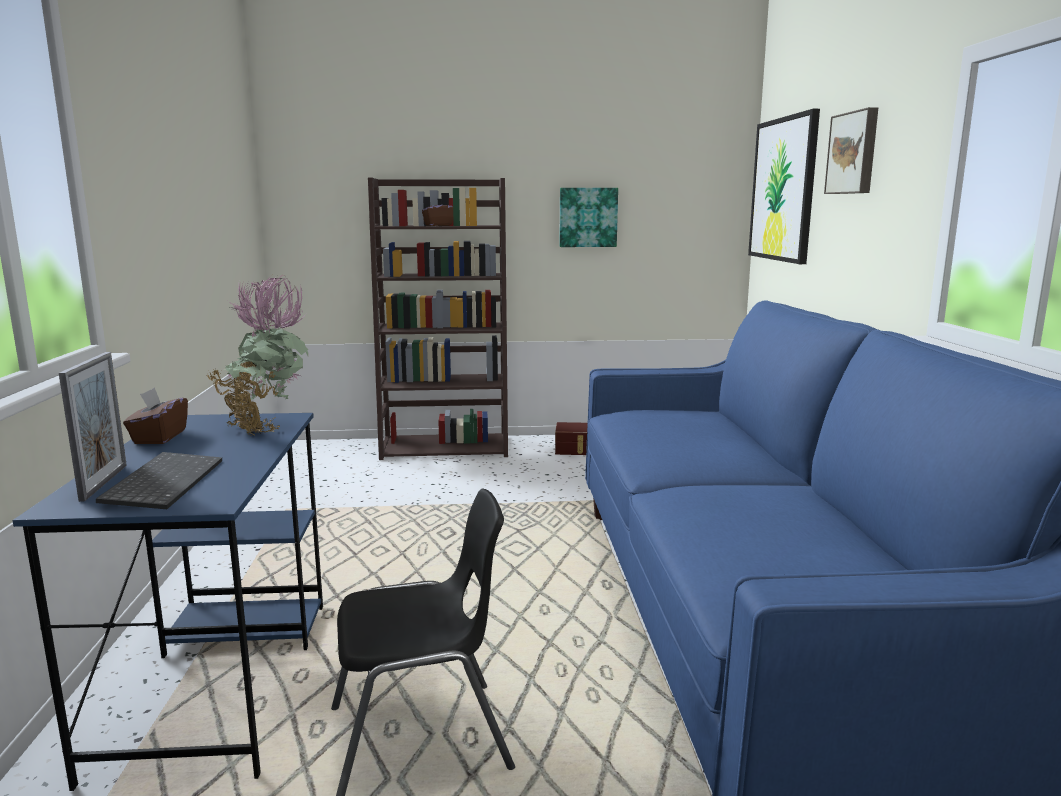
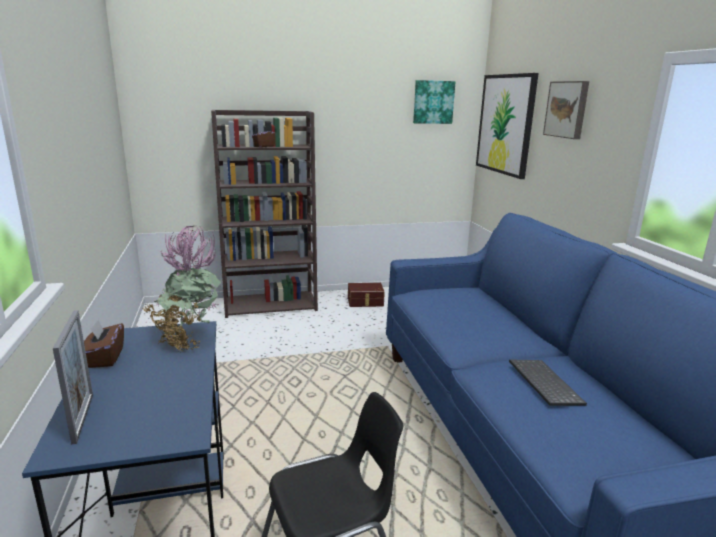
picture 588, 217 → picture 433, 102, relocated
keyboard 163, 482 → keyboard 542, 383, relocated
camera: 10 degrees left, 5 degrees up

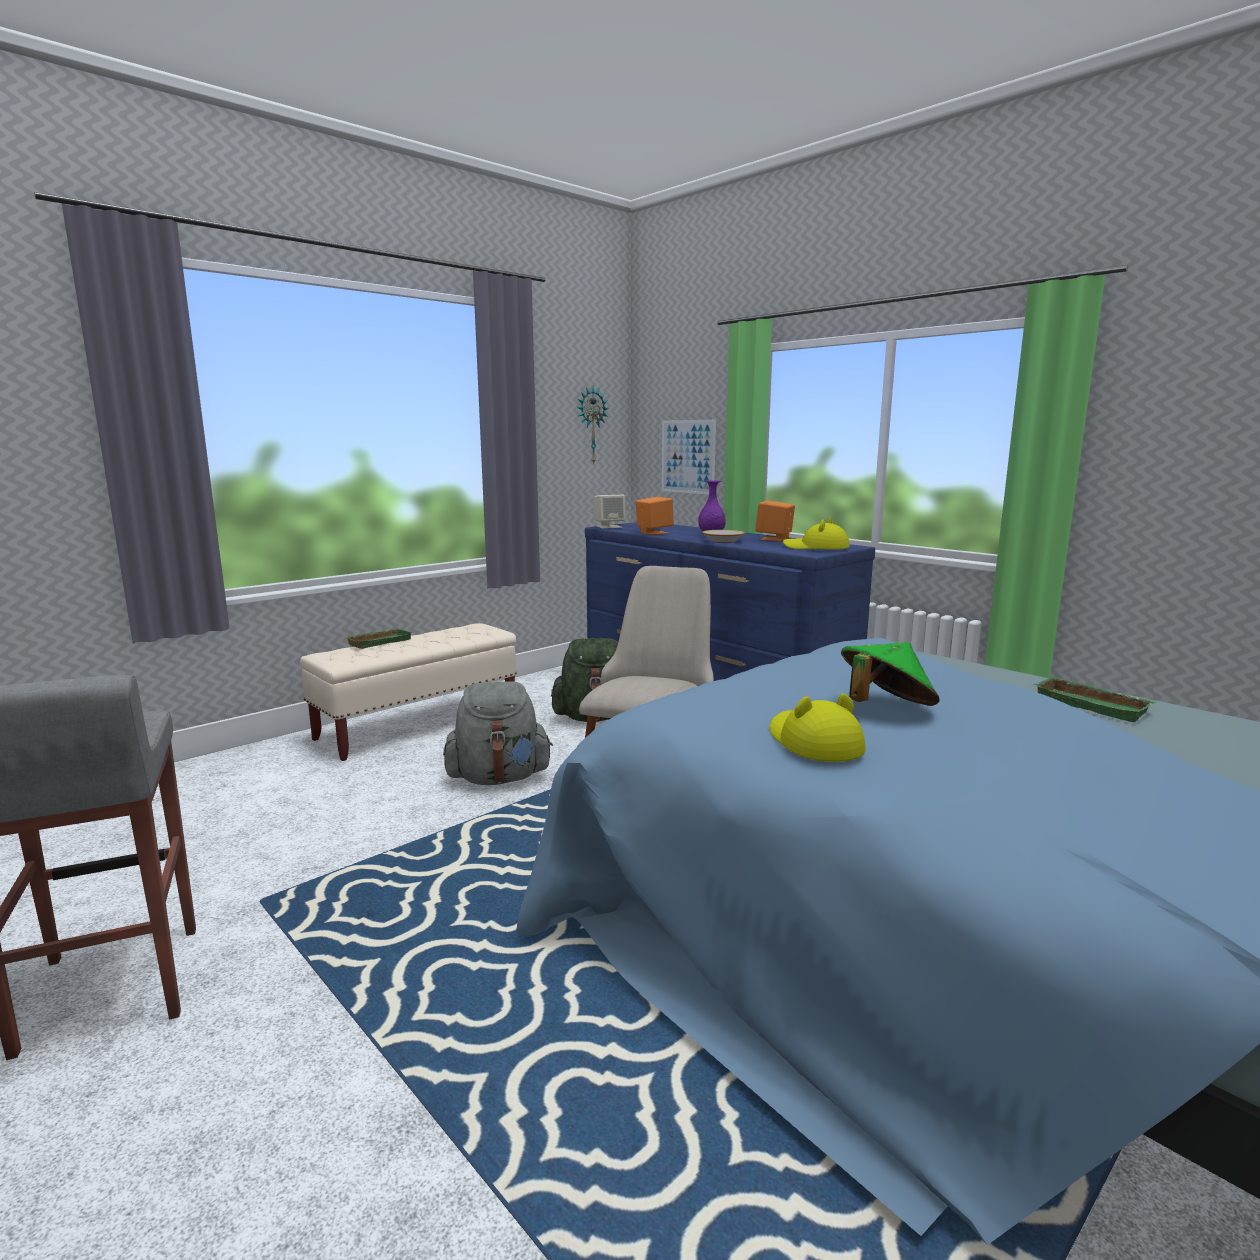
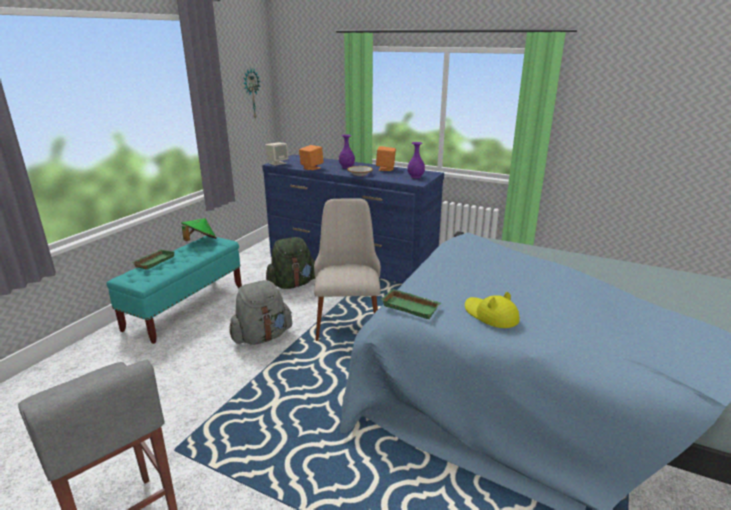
picture 688, 456 → -
hat (yellow) 816, 548 → vase (purple) 415, 177
bench (beige) 419, 725 → bench (turquoise) 186, 308
hat (green) 885, 708 → hat (green) 200, 241, relocated
tray (green) 1094, 705 → tray (green) 412, 307, relocated
camera: 20 degrees left, 10 degrees up

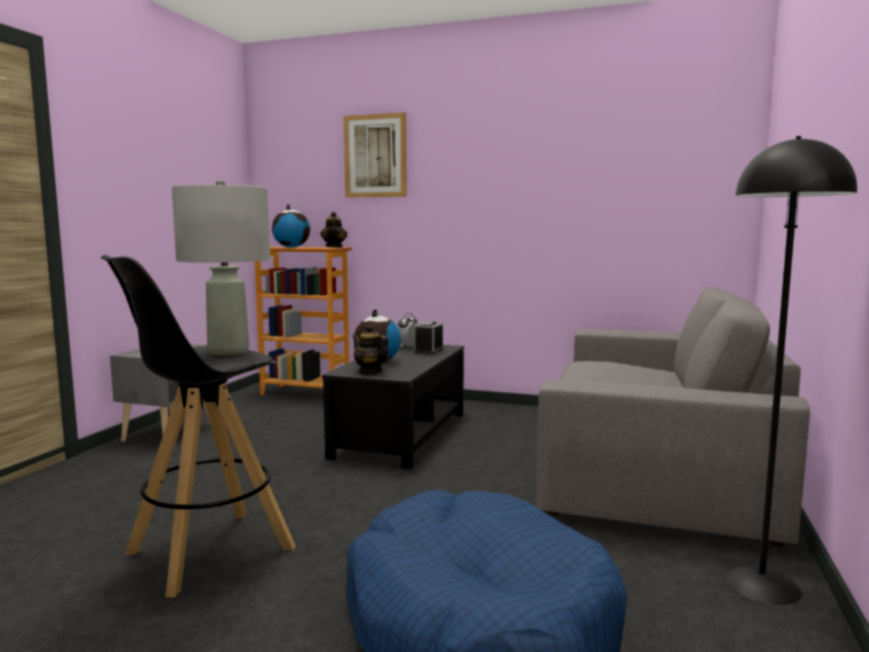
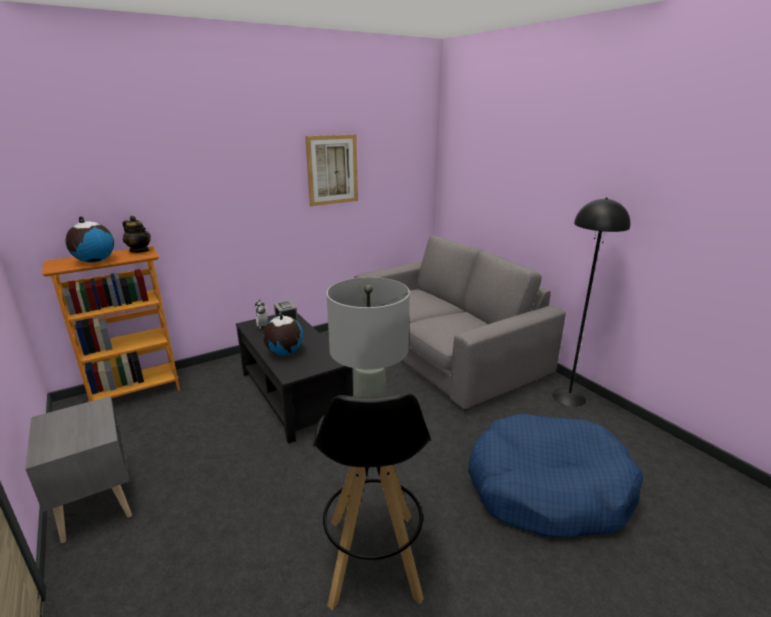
picture 375, 156 → picture 332, 170, relocated
teapot 370, 372 → -
camera: 50 degrees left, 15 degrees up

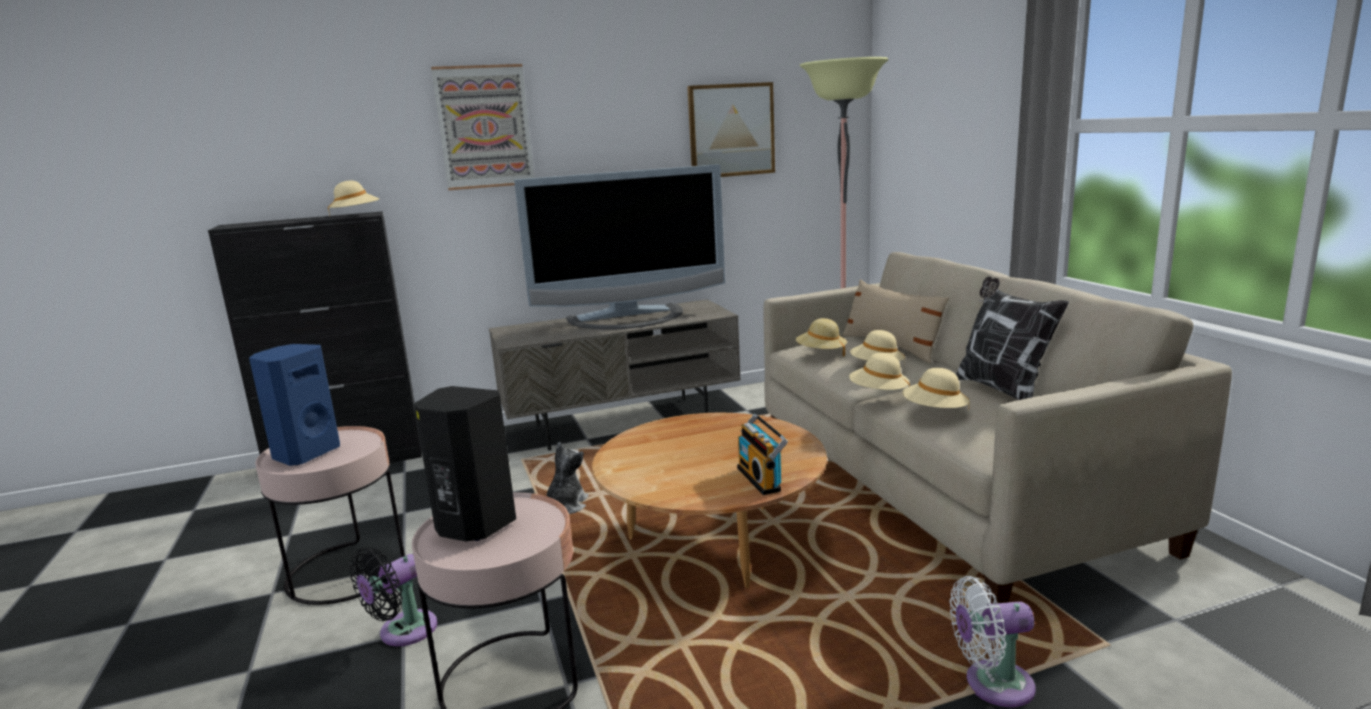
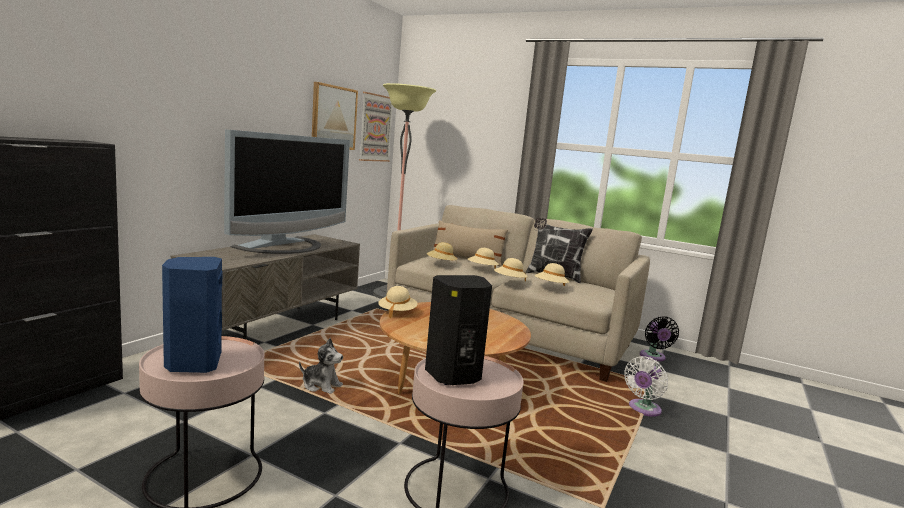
picture 484, 127 → picture 375, 128, relocated
hat (beige) 356, 215 → hat (beige) 397, 312, relocated
radio 761, 479 → -
plush toy 566, 506 → plush toy 321, 386, 135 degrees clockwise
fan (black) 402, 632 → fan (black) 653, 357, relocated
camera: 45 degrees left, 5 degrees down

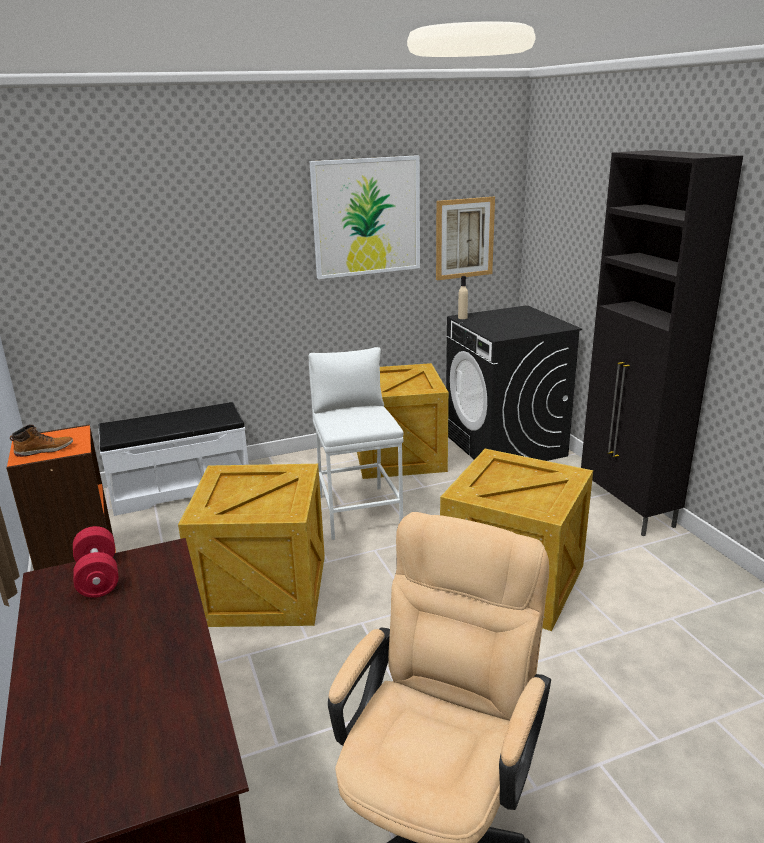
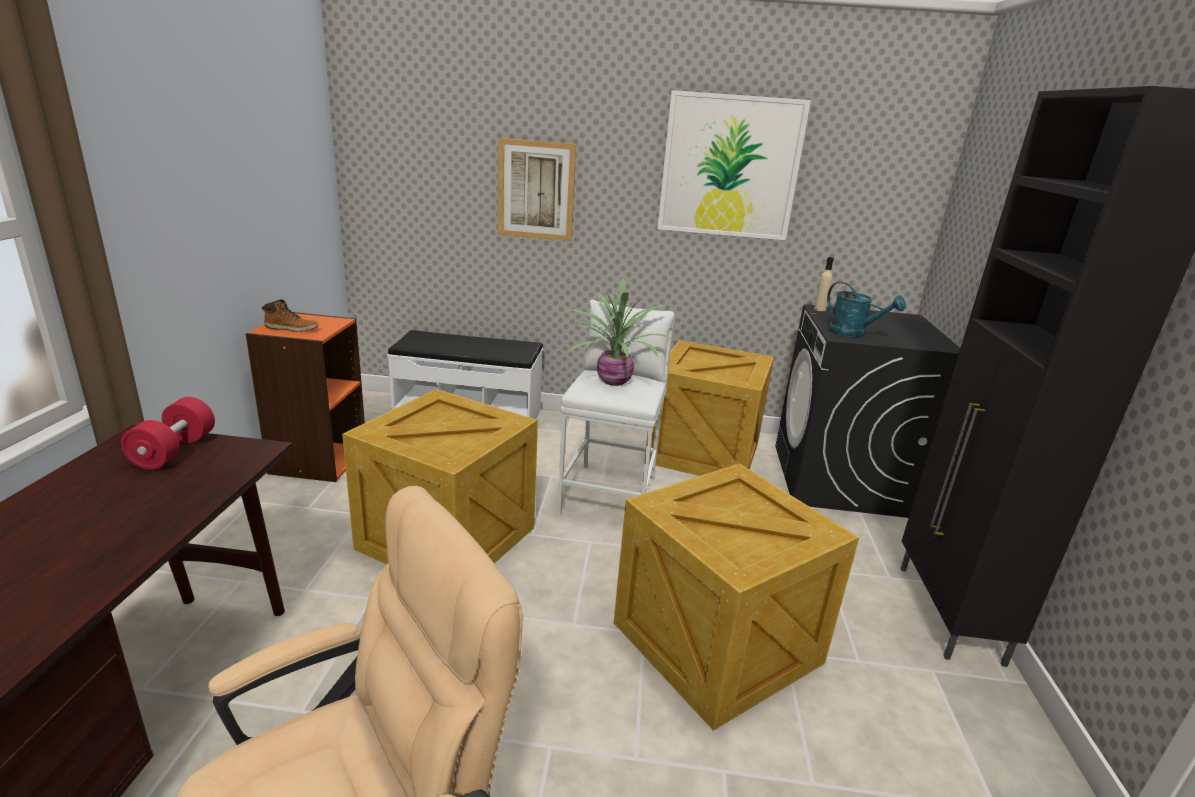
picture 464, 238 → picture 536, 190, relocated
- → potted plant 612, 381
- → watering can (turquoise) 853, 333
camera: 25 degrees right, 0 degrees up

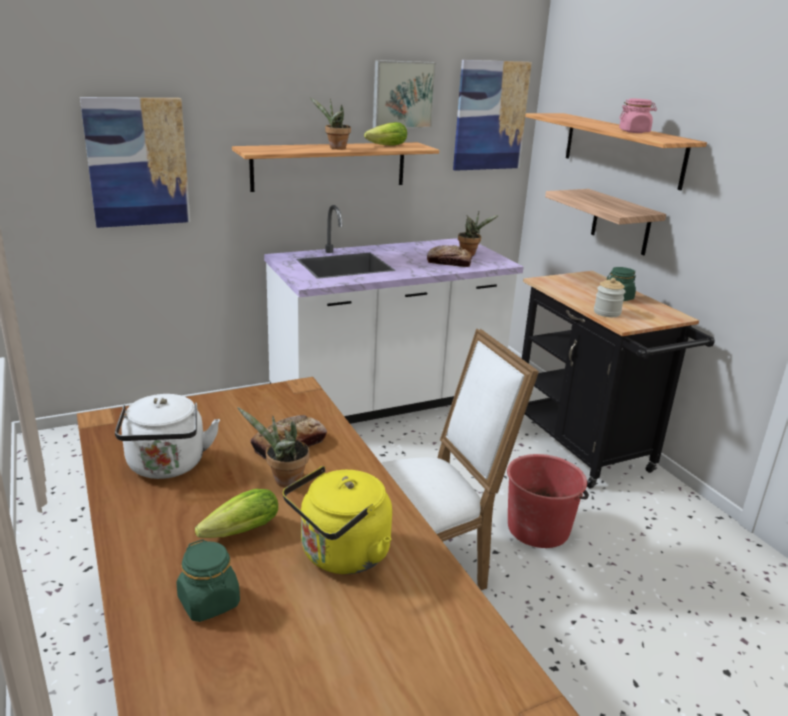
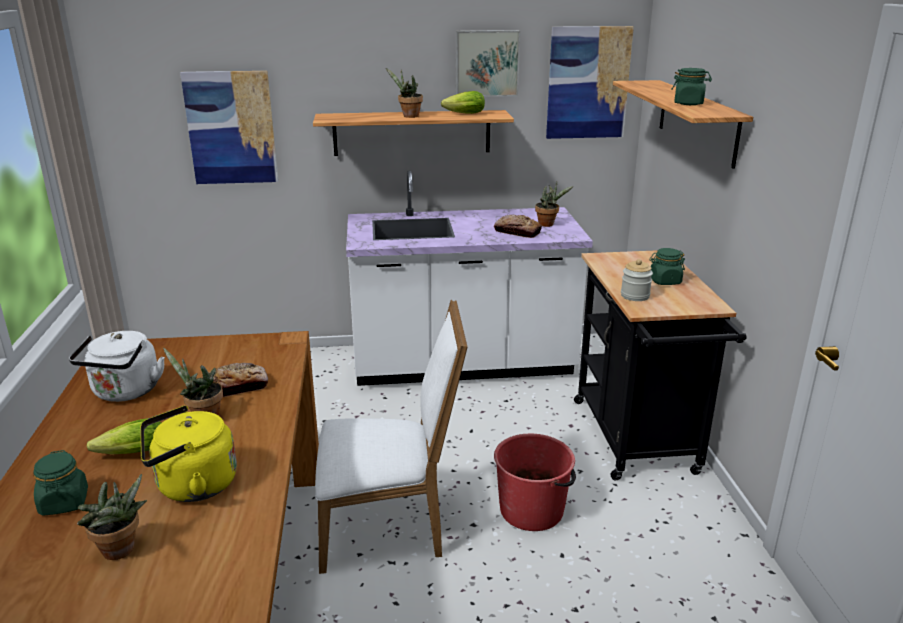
jar (pink) 634, 132 → jar (green) 688, 103
shelf 621, 222 → -
- → potted plant 121, 552
camera: 20 degrees right, 0 degrees up

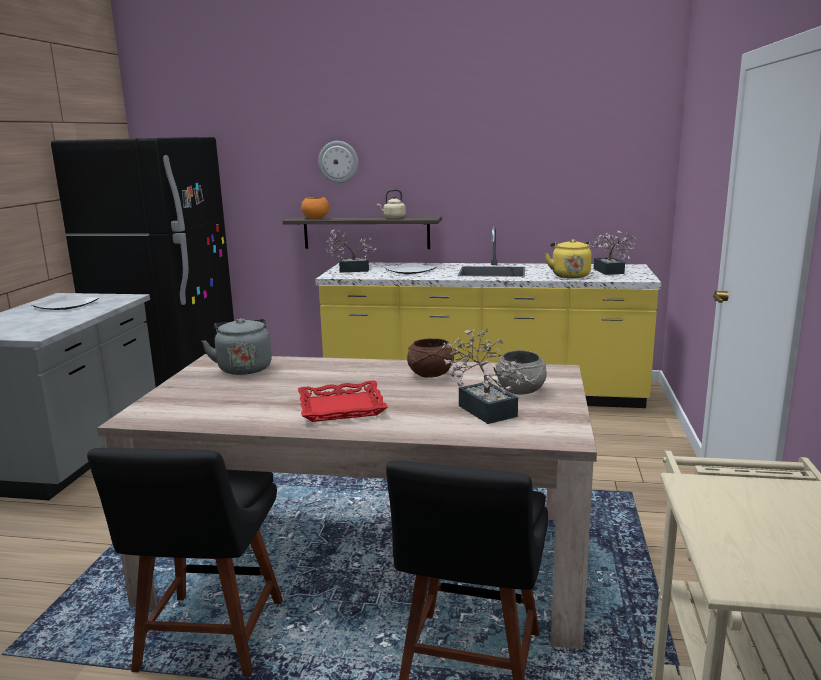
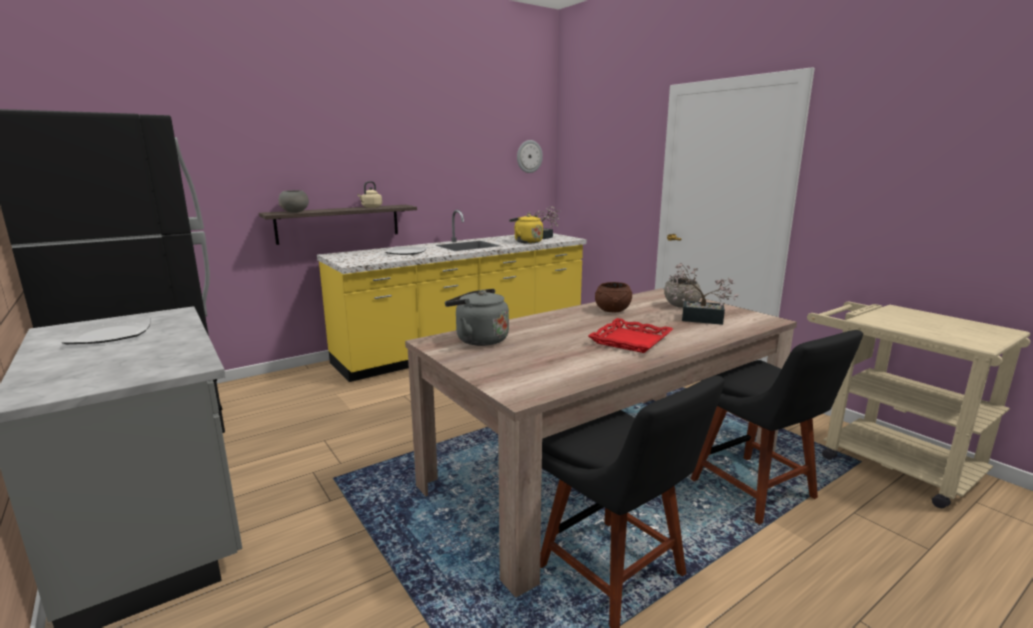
wall clock 338, 162 → wall clock 529, 156, relocated
bowl (orange) 315, 218 → bowl (grey) 294, 212
potted plant 350, 270 → -
camera: 45 degrees left, 0 degrees up

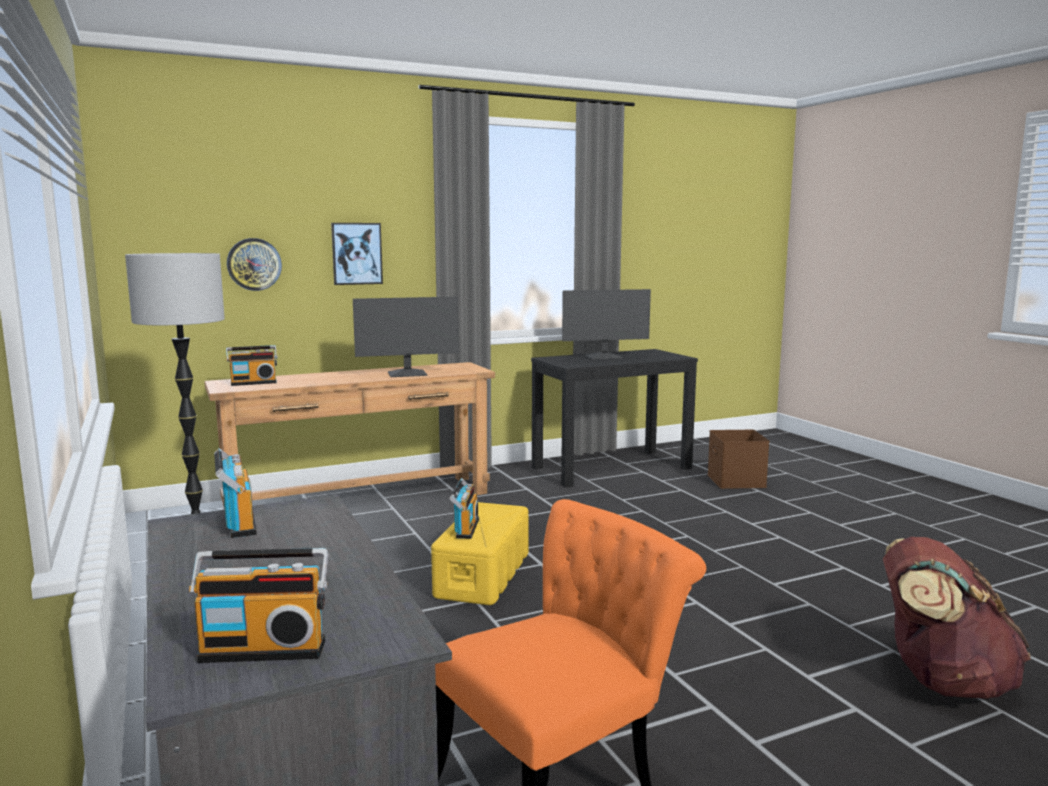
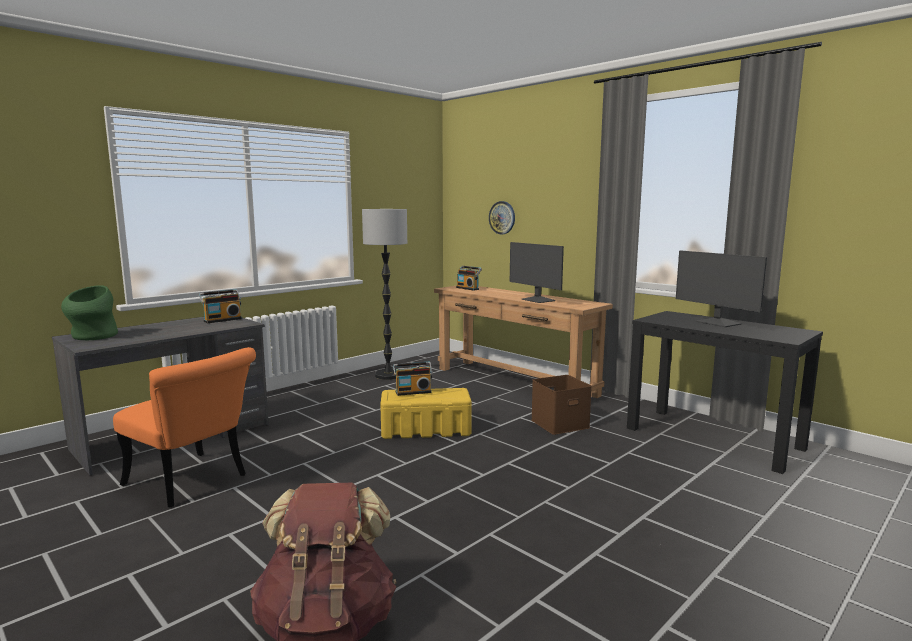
picture 356, 253 → -
storage box (brown) 737, 481 → storage box (brown) 559, 424, relocated
radio 264, 648 → vase (green) 92, 337
camera: 70 degrees right, 0 degrees up

